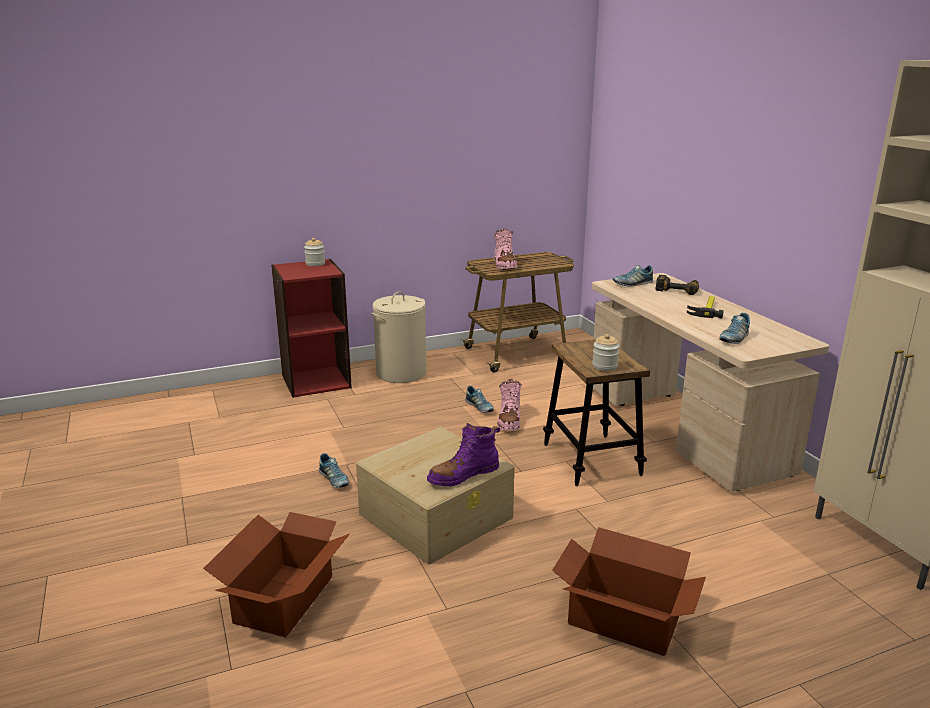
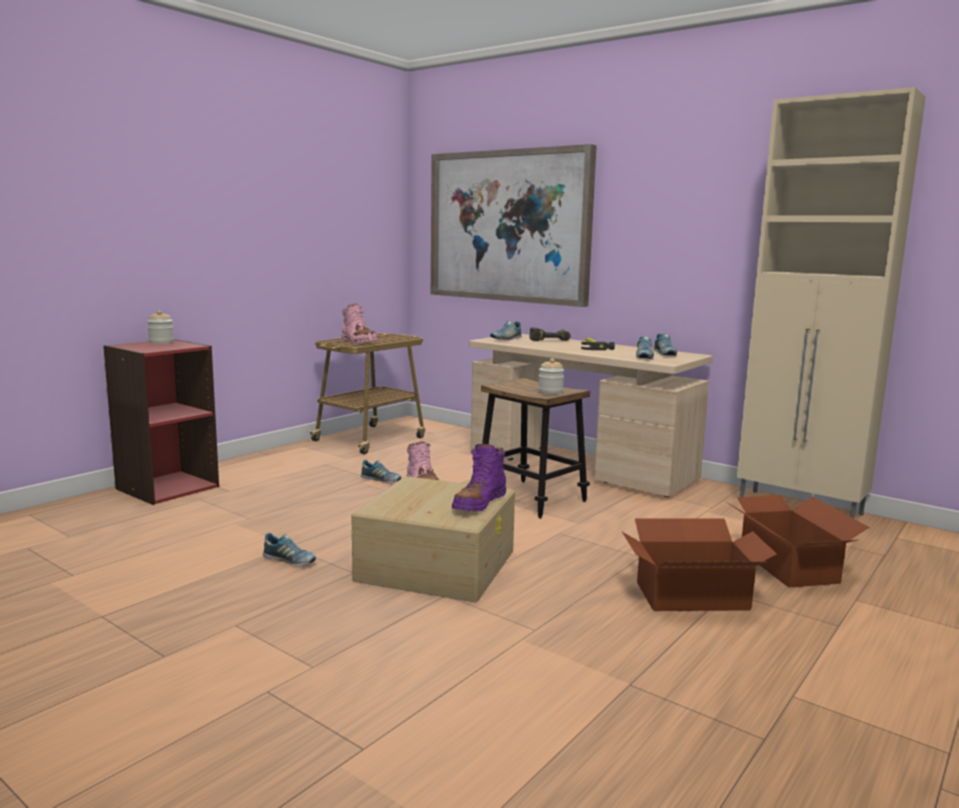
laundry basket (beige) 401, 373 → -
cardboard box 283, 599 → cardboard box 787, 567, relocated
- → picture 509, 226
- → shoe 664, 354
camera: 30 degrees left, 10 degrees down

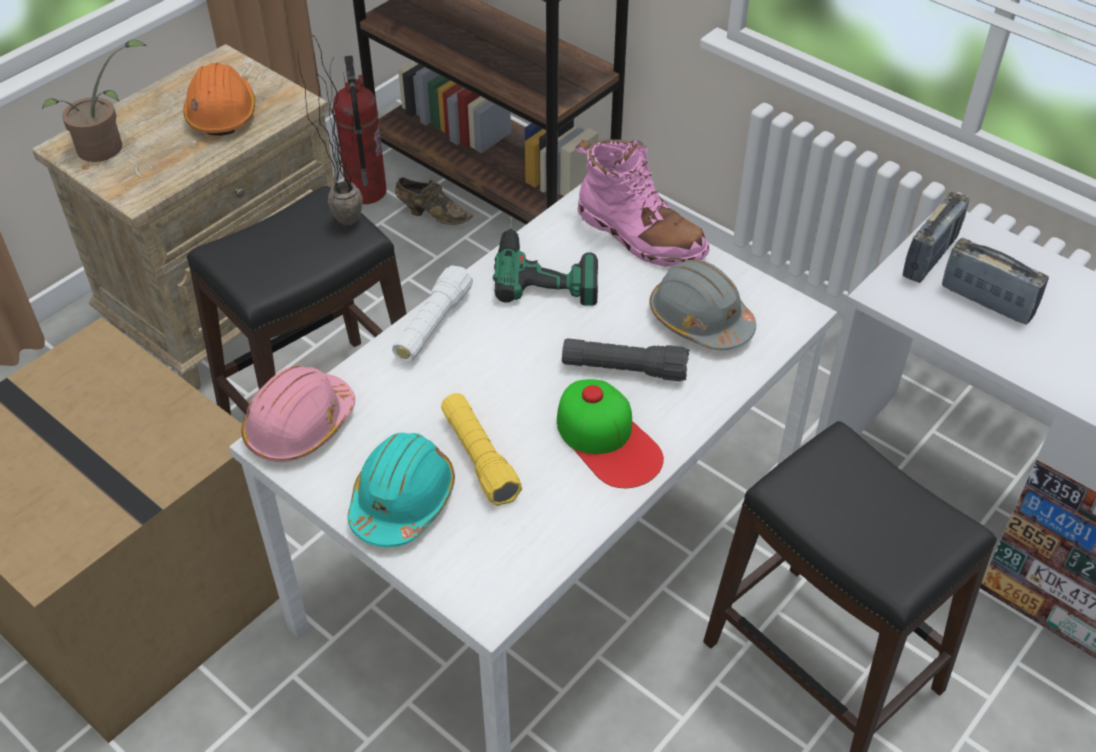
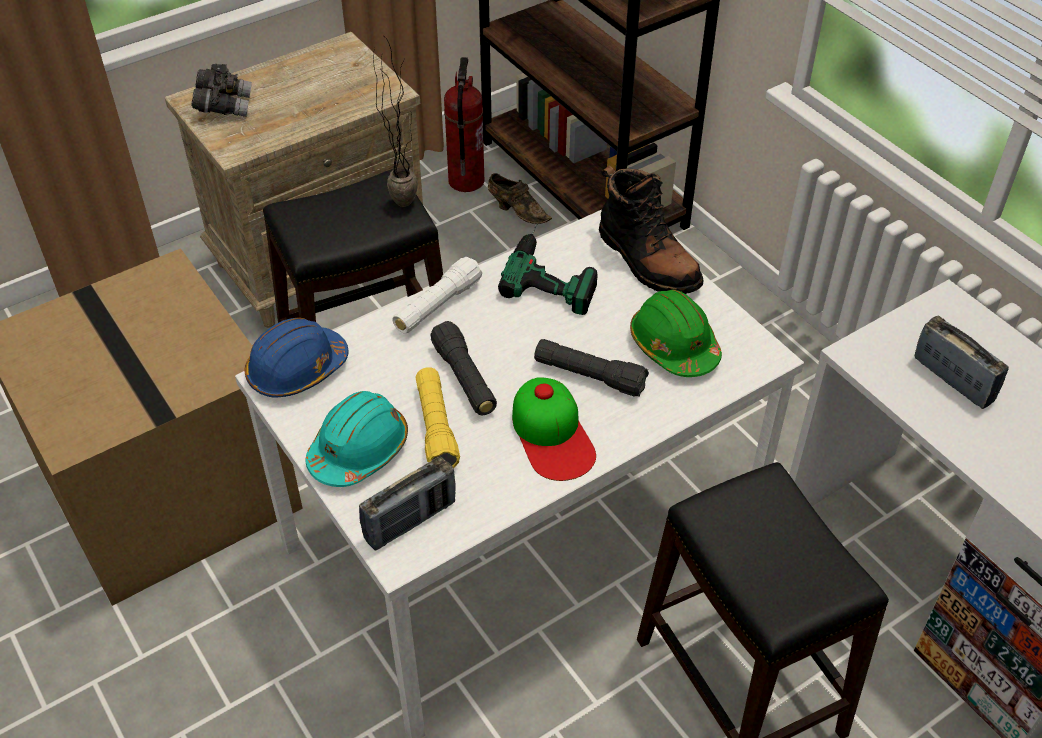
potted plant 107, 147 → binoculars (grey) 224, 106
hard hat (orange) 222, 114 → -
boot (pink) 639, 236 → boot (black) 647, 260
radio 930, 257 → radio 410, 521, relocated
hard hat (grey) 700, 320 → hard hat (green) 673, 346
hard hat (pink) 300, 426 → hard hat (blue) 297, 370
- → flashlight (black) 464, 379
camera: 15 degrees right, 0 degrees up

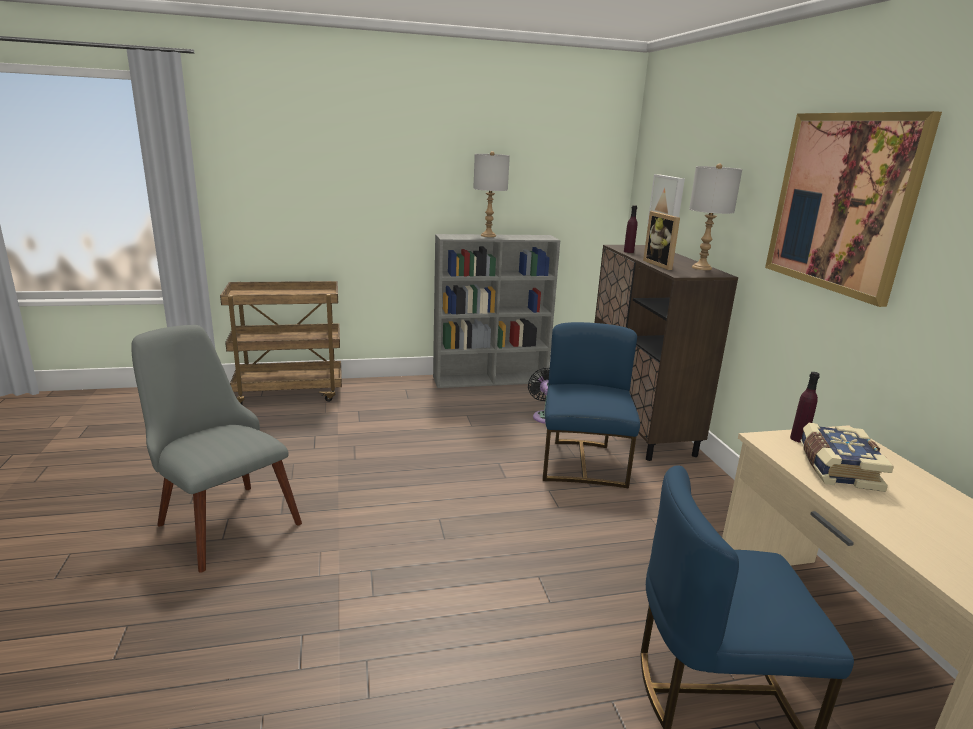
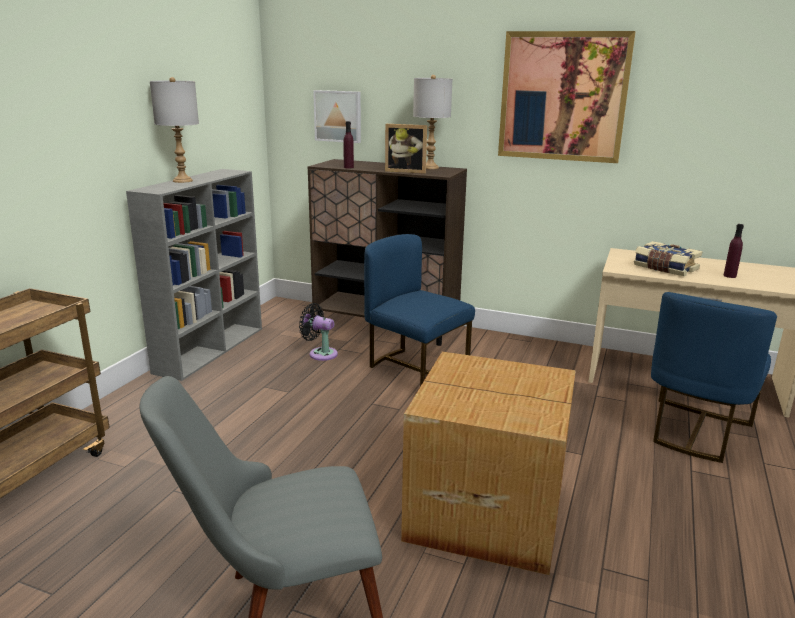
bottle (purple) 798, 439 → bottle (purple) 729, 276, relocated
- → cardboard box 484, 509
camera: 55 degrees left, 0 degrees up

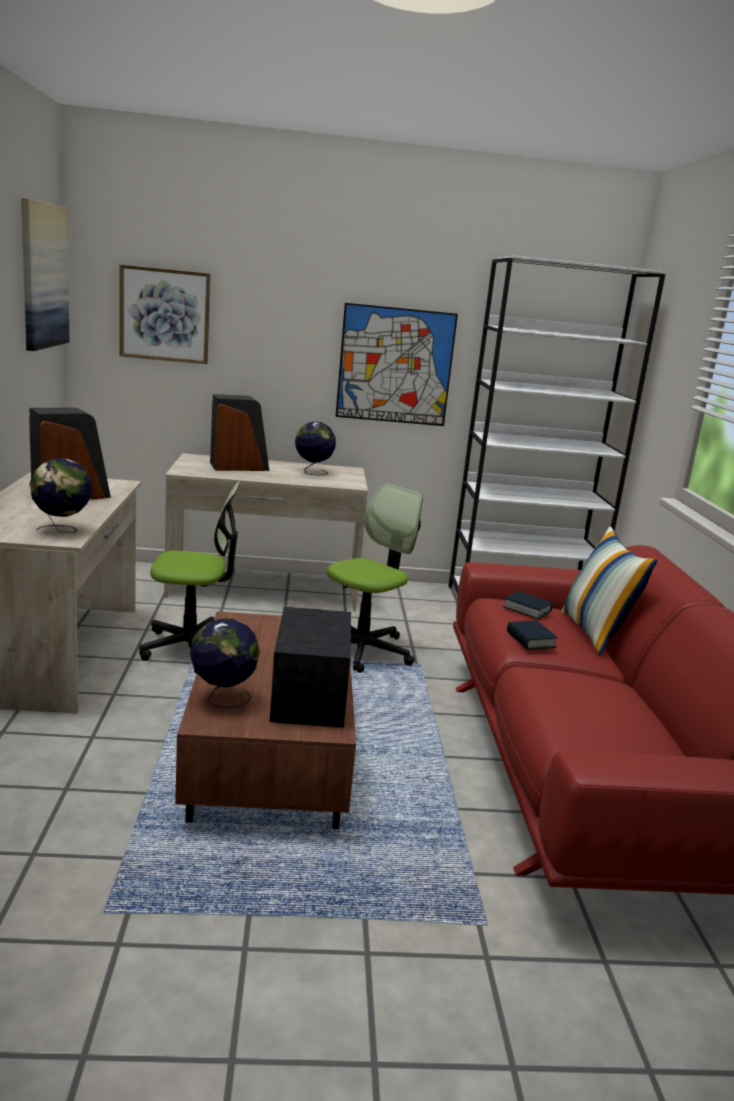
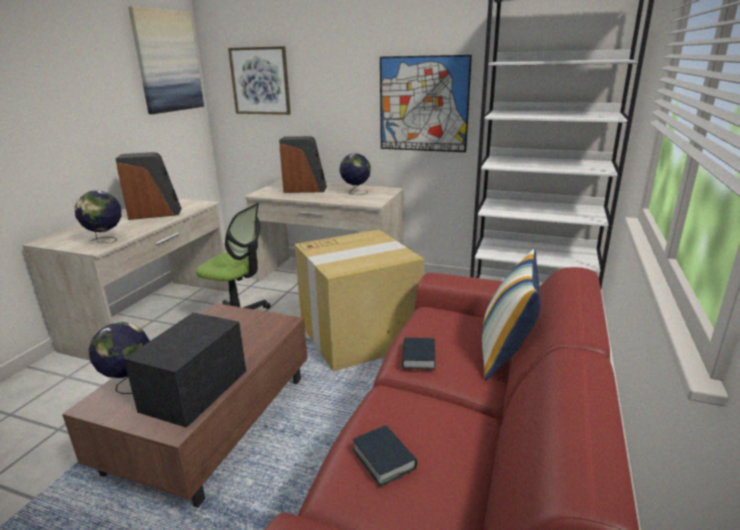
office chair 363, 650 → cardboard box 360, 335
book 527, 609 → book 384, 459, relocated
camera: 25 degrees right, 5 degrees up

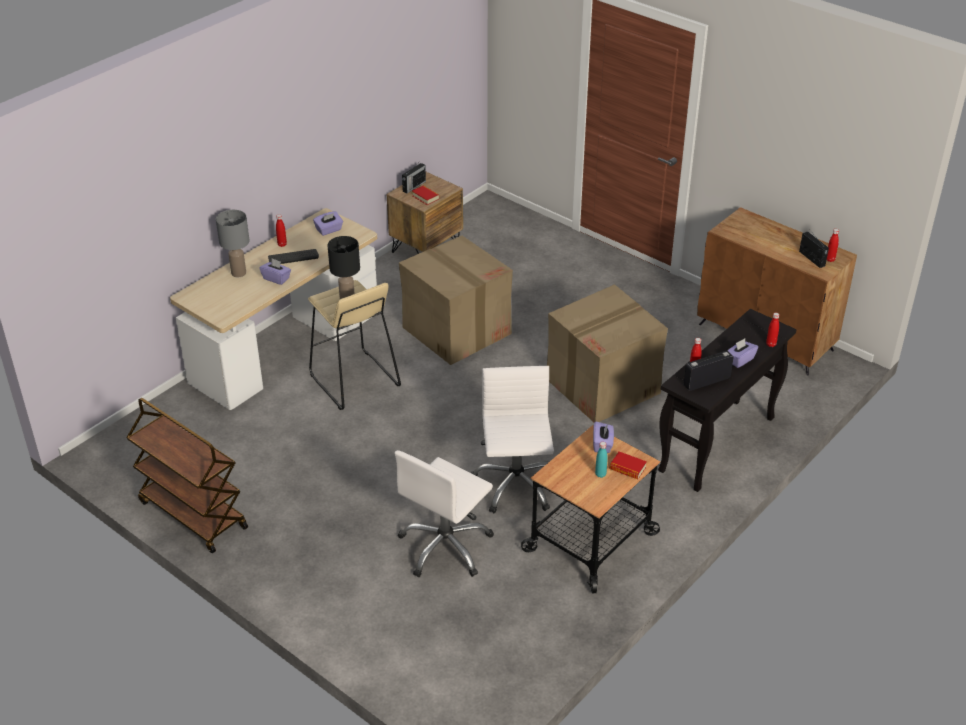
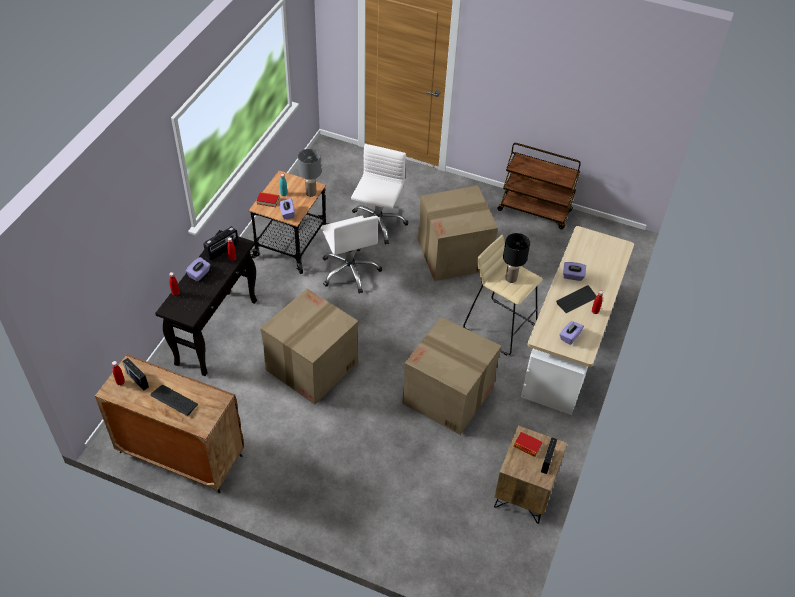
table lamp (grey) 238, 273 → table lamp (grey) 311, 193, relocated
- → cardboard box 454, 254
- → keyboard 174, 400
camera: 160 degrees right, 10 degrees up

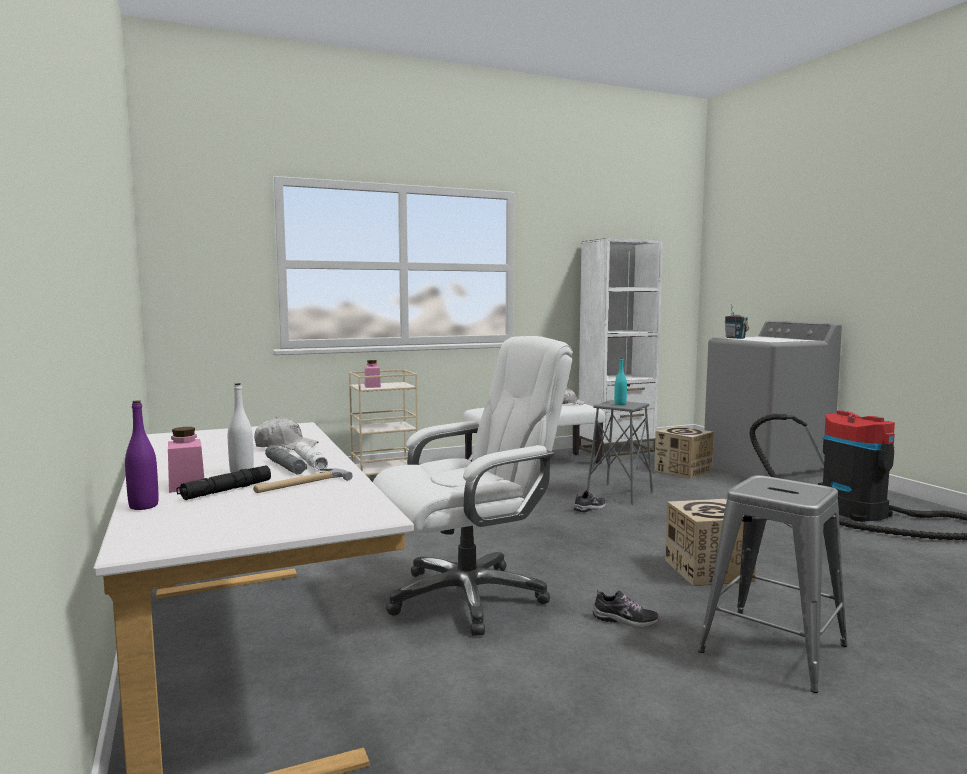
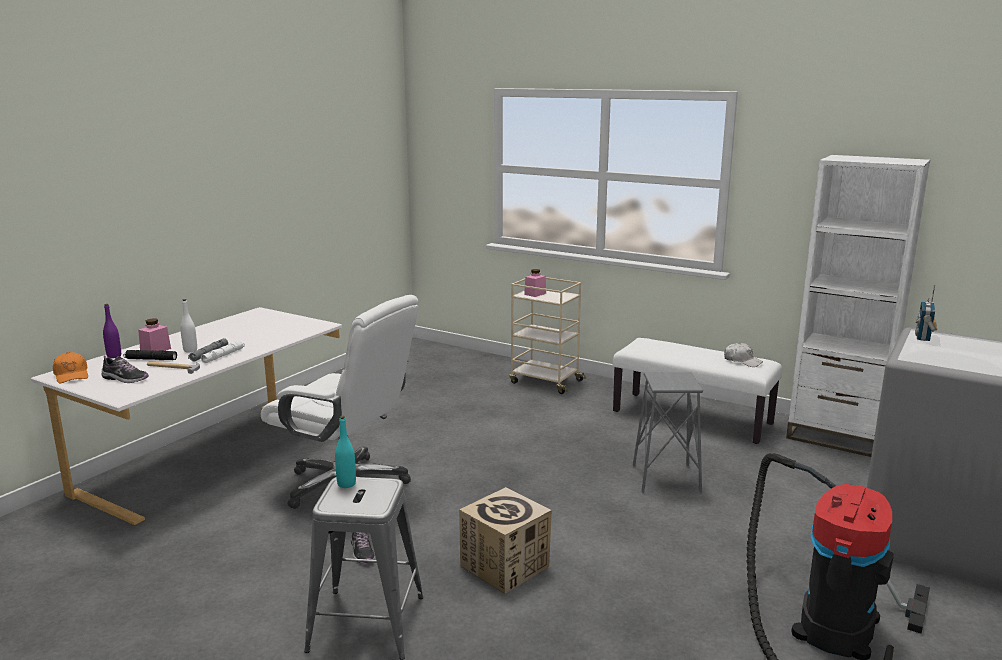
bottle (turquoise) 620, 404 → bottle (turquoise) 346, 484, relocated
cap (white) 286, 447 → -
cardboard box 683, 471 → -
shoe 590, 508 → shoe 125, 379, relocated
- → cap (orange) 72, 375
camera: 55 degrees right, 10 degrees up

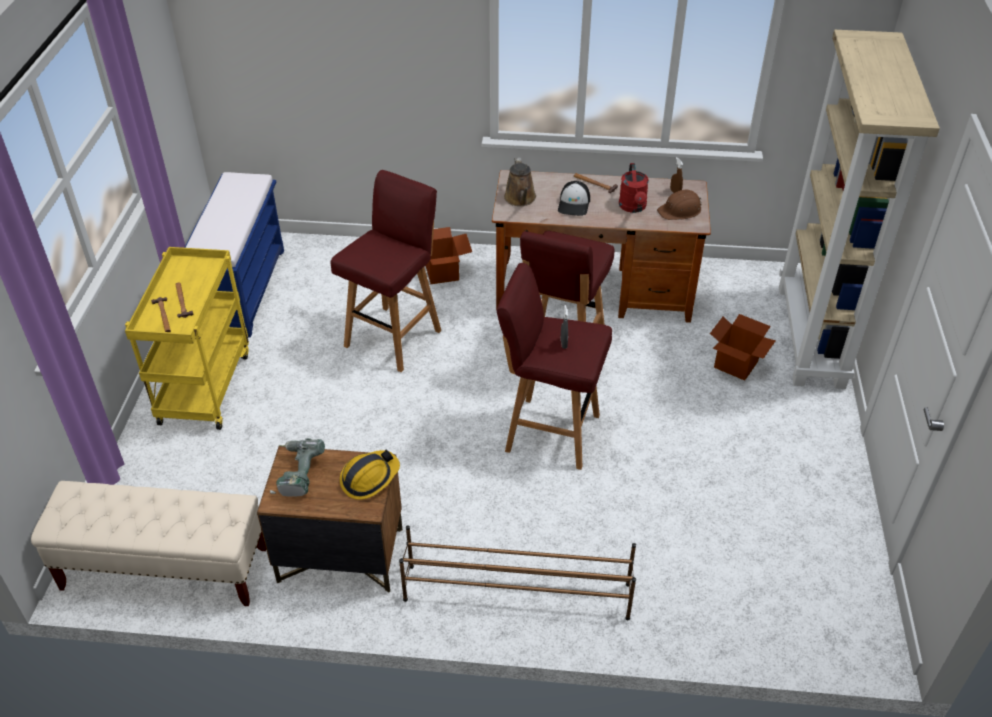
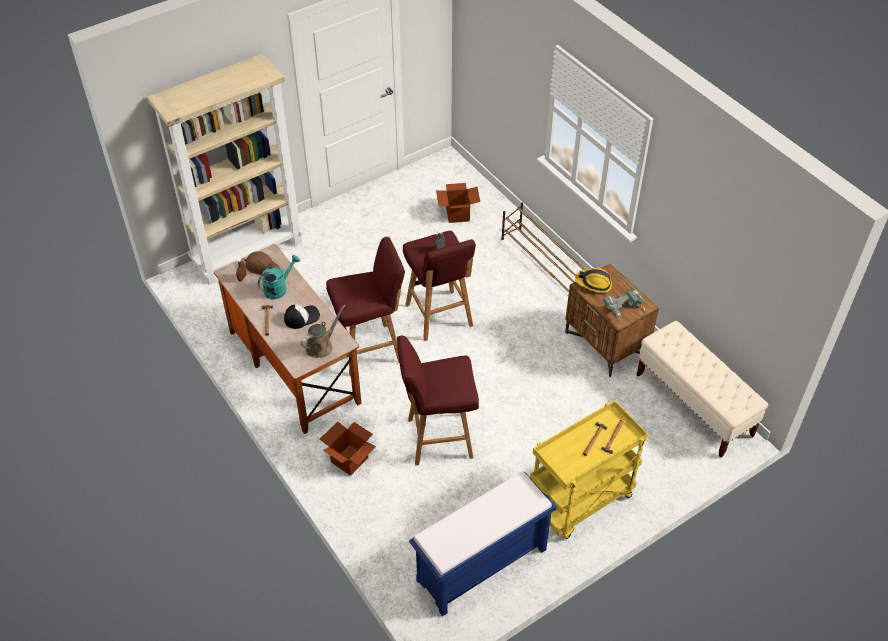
watering can (red) 633, 207 → watering can (turquoise) 279, 288
cardboard box 735, 364 → cardboard box 458, 214, relocated
camera: 130 degrees left, 5 degrees up

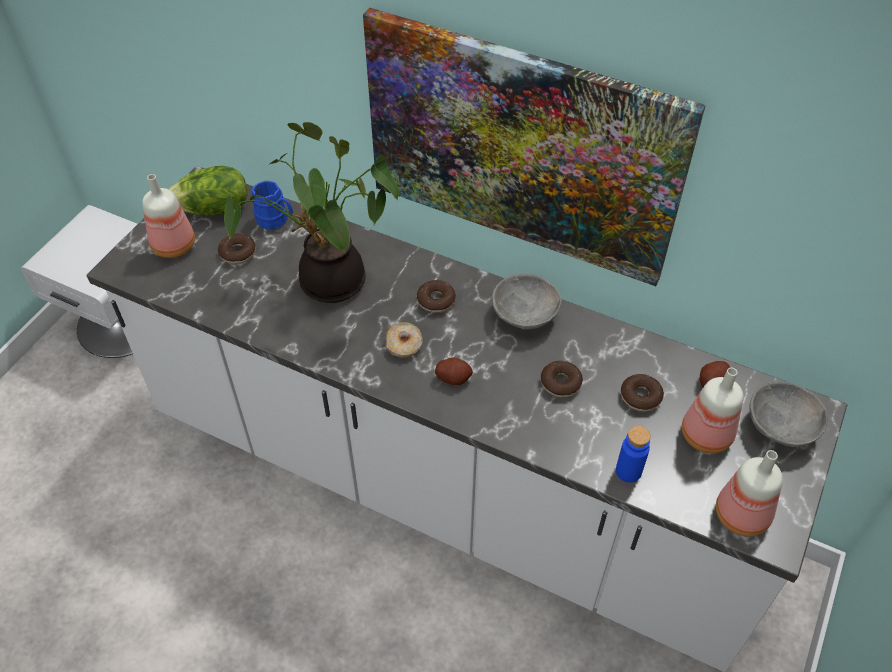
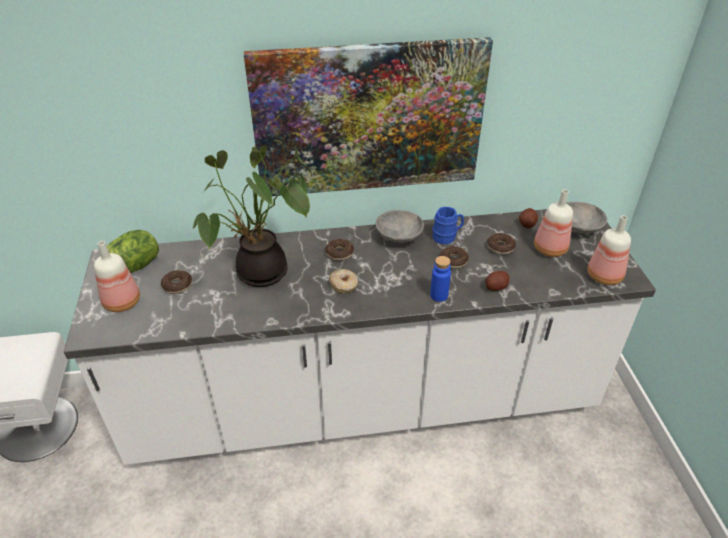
mug (blue) 276, 220 → mug (blue) 447, 236, relocated
potato 453, 378 → potato 496, 287, relocated
bottle (blue) 628, 471 → bottle (blue) 439, 295, relocated
camera: 35 degrees left, 10 degrees down

